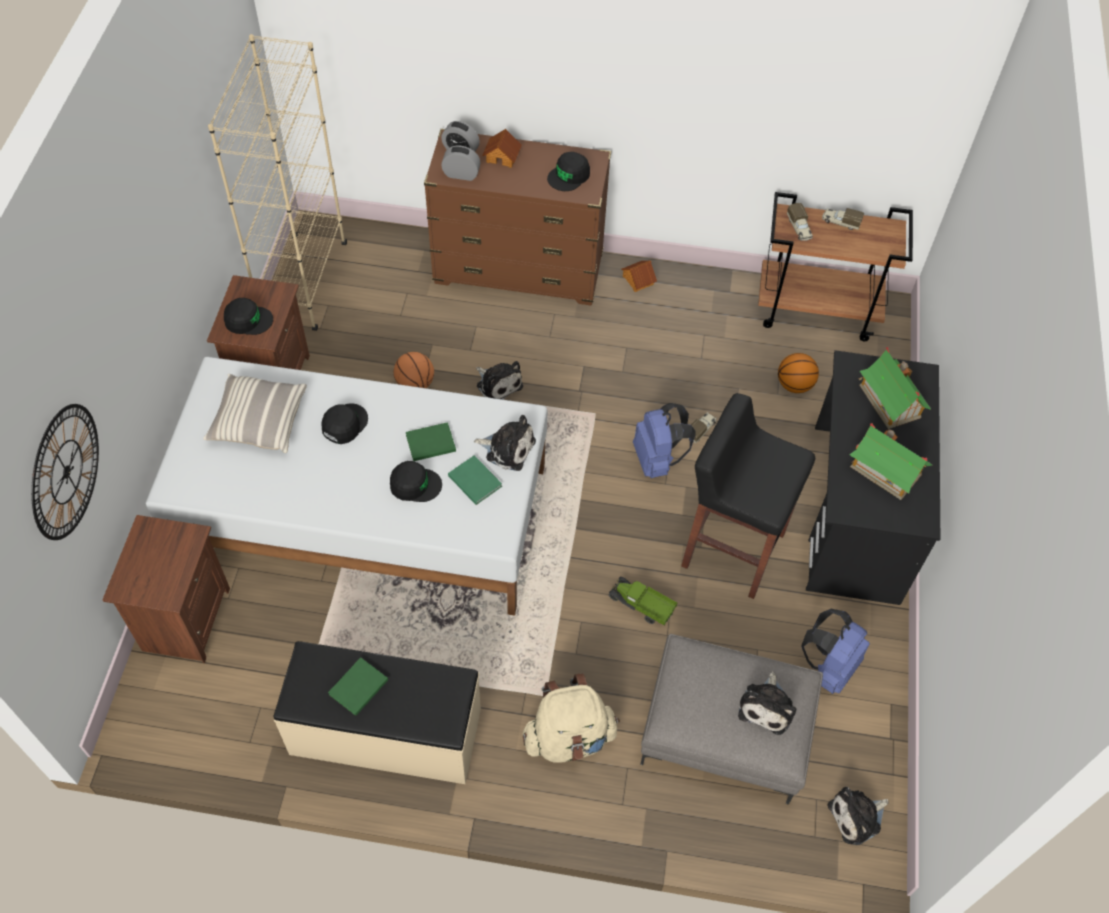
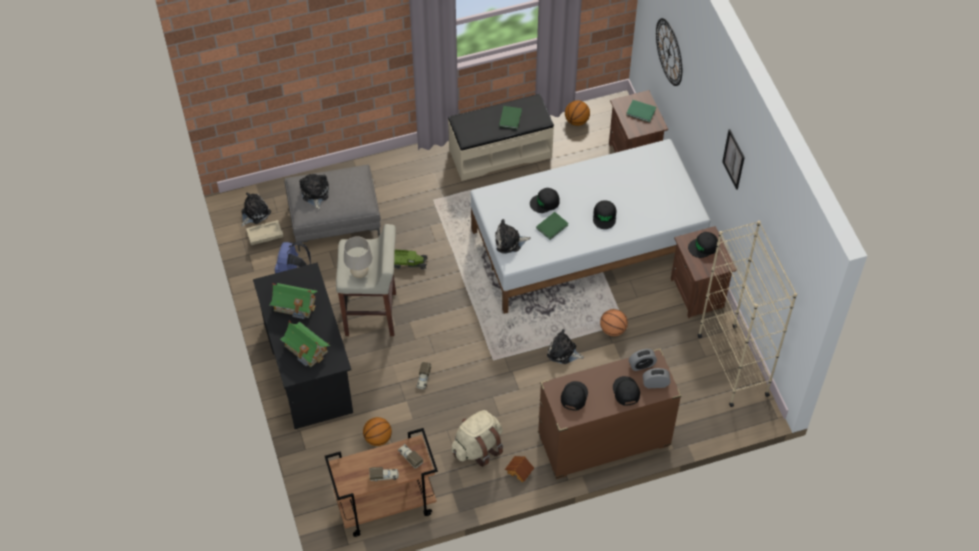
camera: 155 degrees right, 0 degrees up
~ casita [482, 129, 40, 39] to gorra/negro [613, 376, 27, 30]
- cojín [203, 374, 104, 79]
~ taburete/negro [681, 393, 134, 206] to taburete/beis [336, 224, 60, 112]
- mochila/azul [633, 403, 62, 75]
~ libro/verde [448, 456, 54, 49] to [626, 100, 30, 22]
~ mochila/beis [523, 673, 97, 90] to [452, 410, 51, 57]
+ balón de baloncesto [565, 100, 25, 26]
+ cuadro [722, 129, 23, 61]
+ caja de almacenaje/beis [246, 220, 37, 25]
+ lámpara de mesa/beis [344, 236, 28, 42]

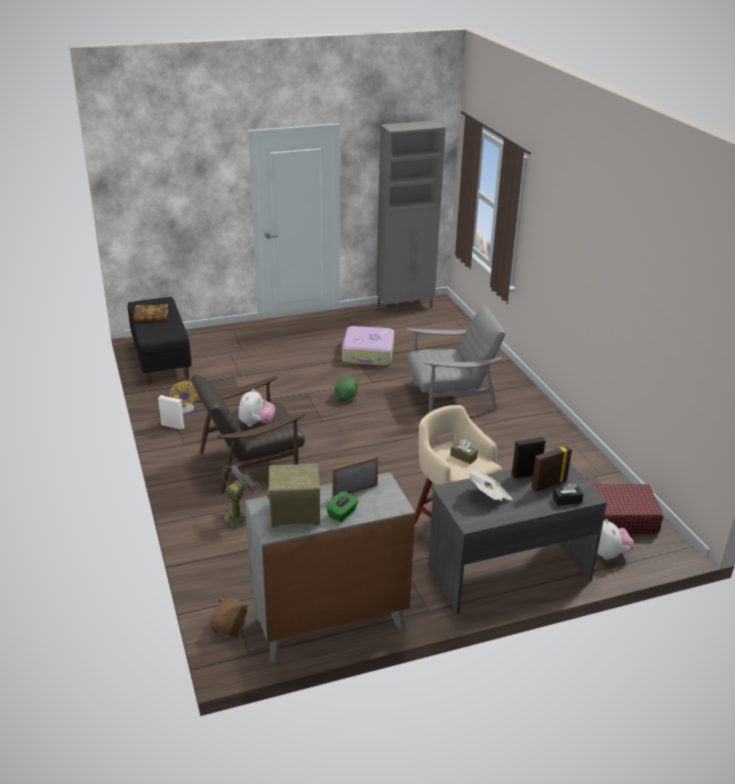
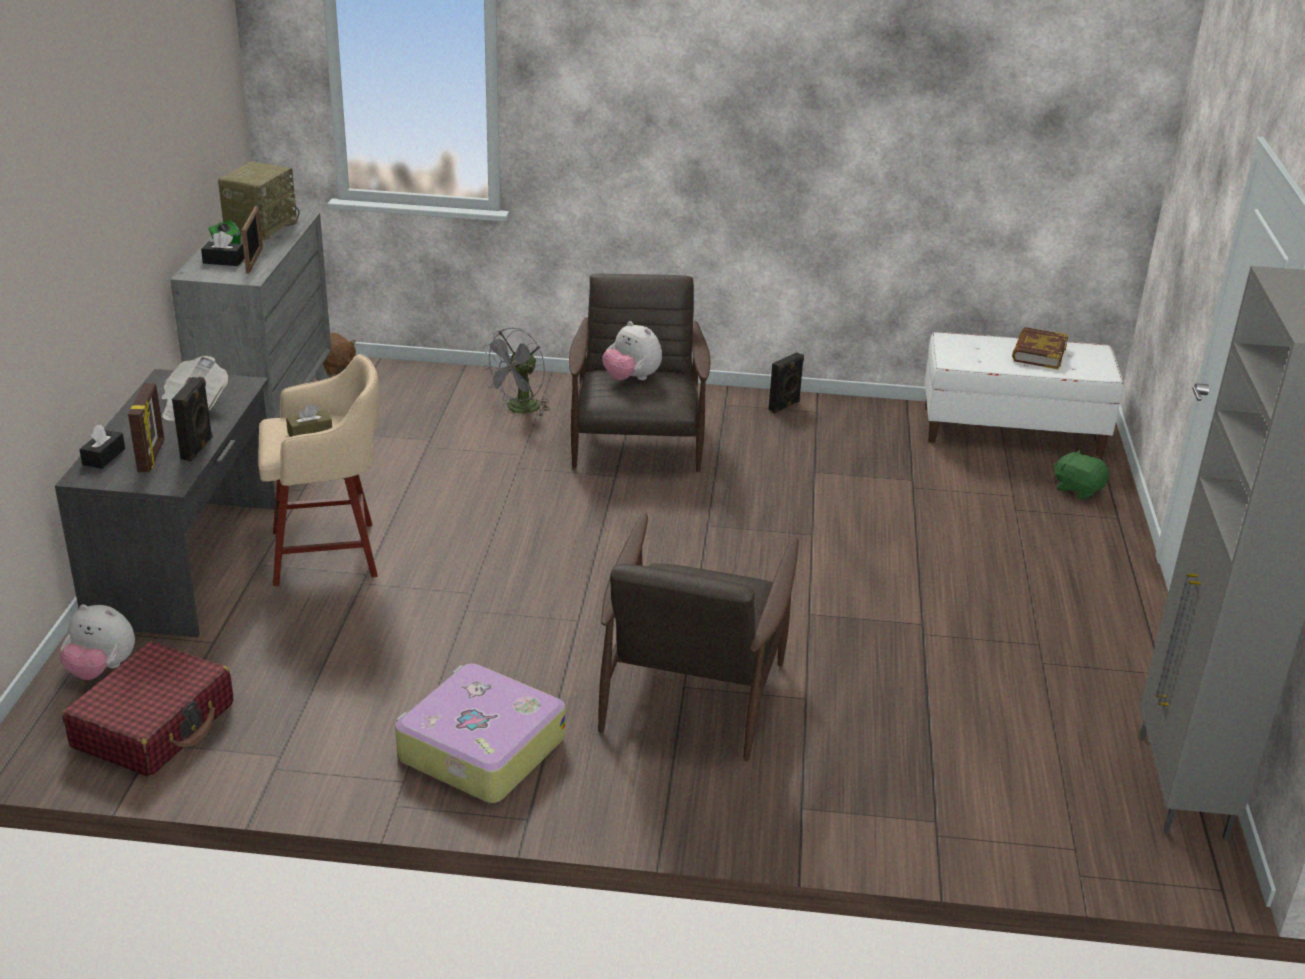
camera: 115 degrees right, 0 degrees up
~ banco/negro [128, 297, 64, 88] to banco/blanco [925, 332, 198, 125]
~ sillón/gris [406, 306, 99, 107] to sillón/marrón [598, 513, 201, 248]
~ maleta [342, 326, 52, 40] to [395, 663, 170, 140]
~ peluche/verde [333, 376, 25, 26] to [1054, 450, 55, 50]
- ventilador/amarillo [170, 381, 28, 33]
~ altavoz/blanco [158, 395, 26, 35] to altavoz/negro [768, 352, 36, 61]
~ ventilador/gris [218, 461, 47, 65] = [481, 327, 69, 90] 60 degrees clockwise
+ caja de pañuelos/negro [201, 231, 44, 35]

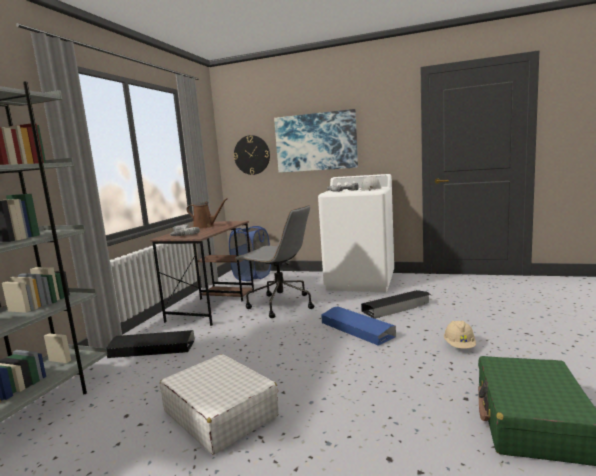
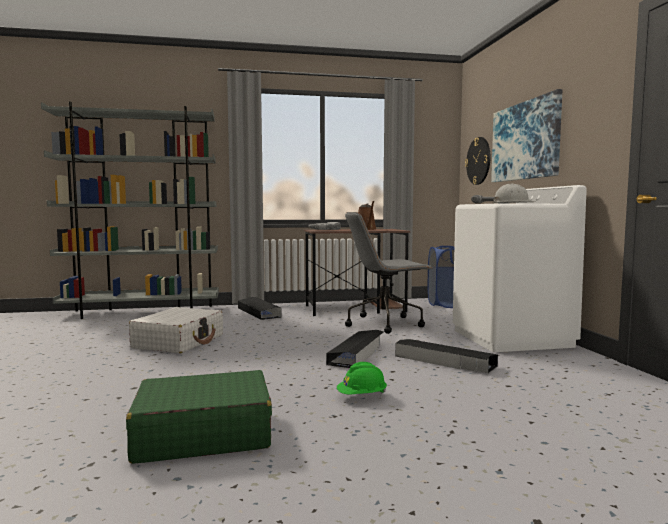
camera: 60 degrees right, 5 degrees down
~ silla de oficina/gris [234, 205, 80, 113] = [345, 212, 88, 122] 75 degrees clockwise
~ caja de almacenaje/azul [321, 307, 75, 39] to caja de almacenaje/negro [326, 330, 57, 38]
~ casco/beis [444, 321, 32, 28] to casco/verde [337, 362, 50, 32]

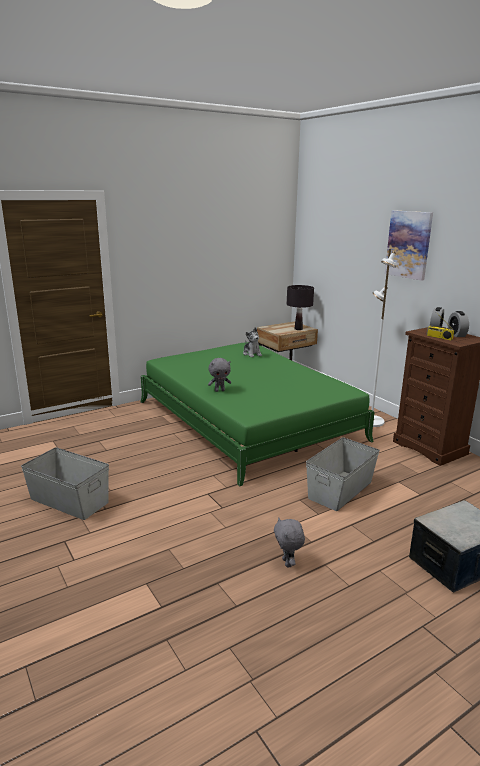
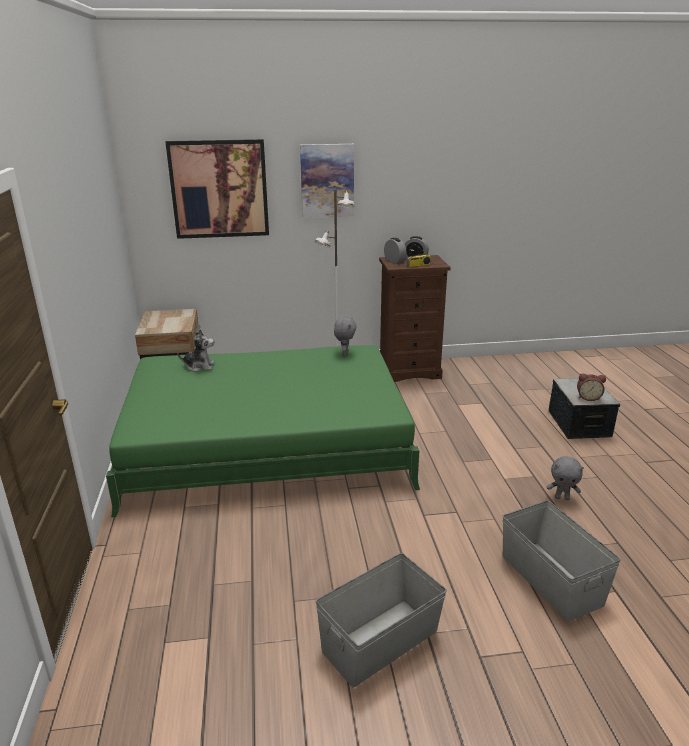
camera: 65 degrees left, 5 degrees up
- lámpara de mesa/negro [287, 285, 27, 45]
~ peluche/gris [208, 358, 23, 34] to [334, 317, 23, 39]
~ caja de almacenaje/gris [306, 437, 74, 74] to [502, 500, 119, 122]
+ cuadro [165, 139, 104, 100]
+ despertador [577, 374, 29, 27]

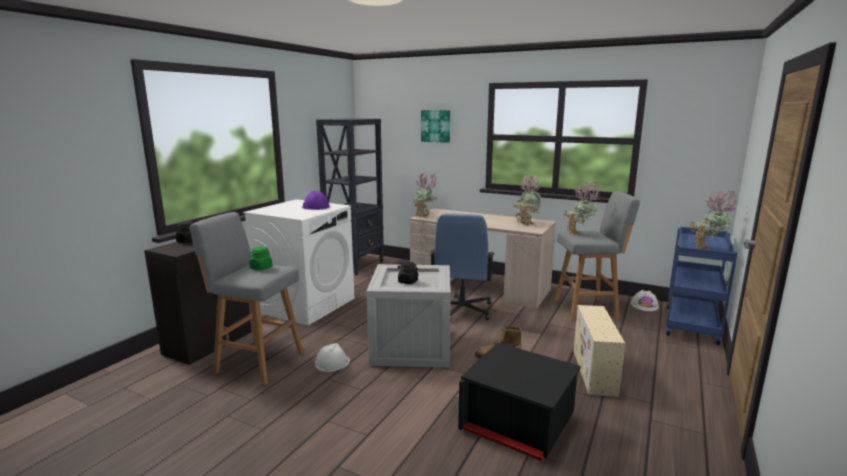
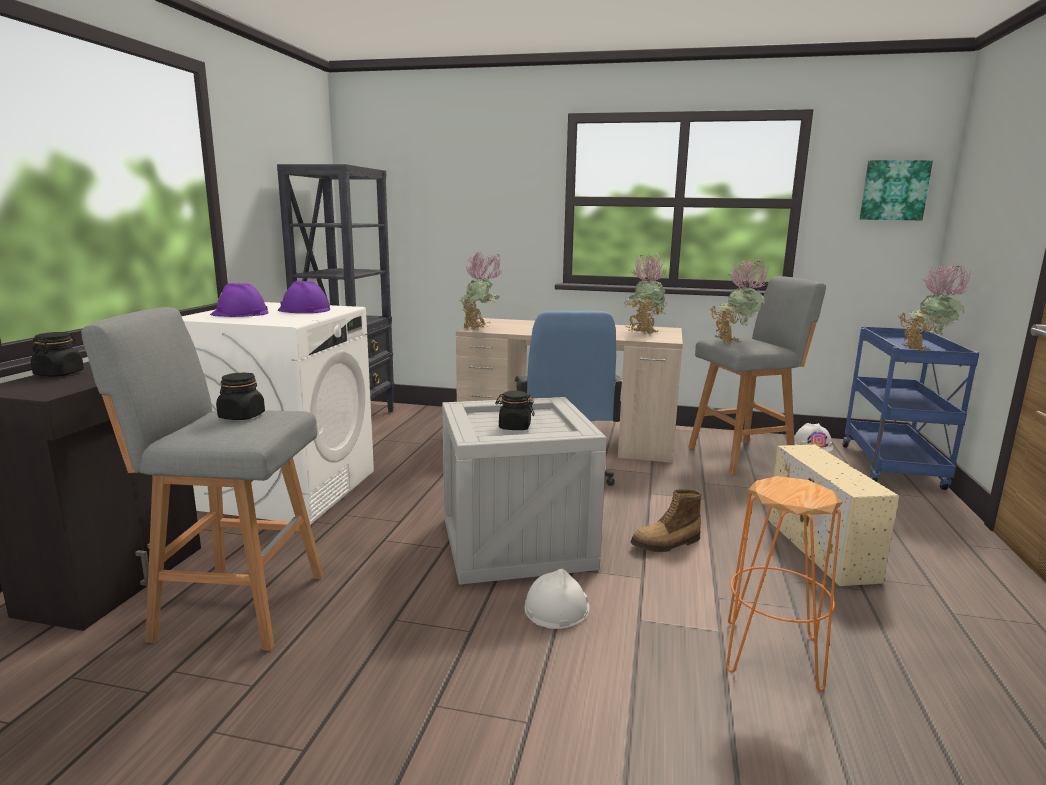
camera: 15 degrees left, 0 degrees up
~ cuadro [421, 110, 29, 33] to [860, 160, 73, 60]
~ tarro/verde [249, 246, 24, 24] to tarro/negro [216, 373, 49, 47]
~ casco/blanco [315, 343, 35, 29] to [525, 569, 65, 60]
~ caja de almacenaje/negro [458, 343, 123, 118] to taburete/naranja [726, 476, 117, 216]
+ casco/morado [210, 283, 59, 34]

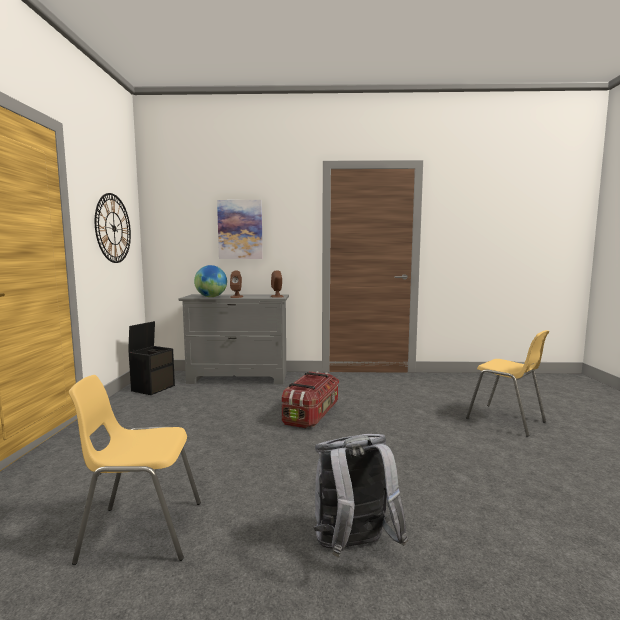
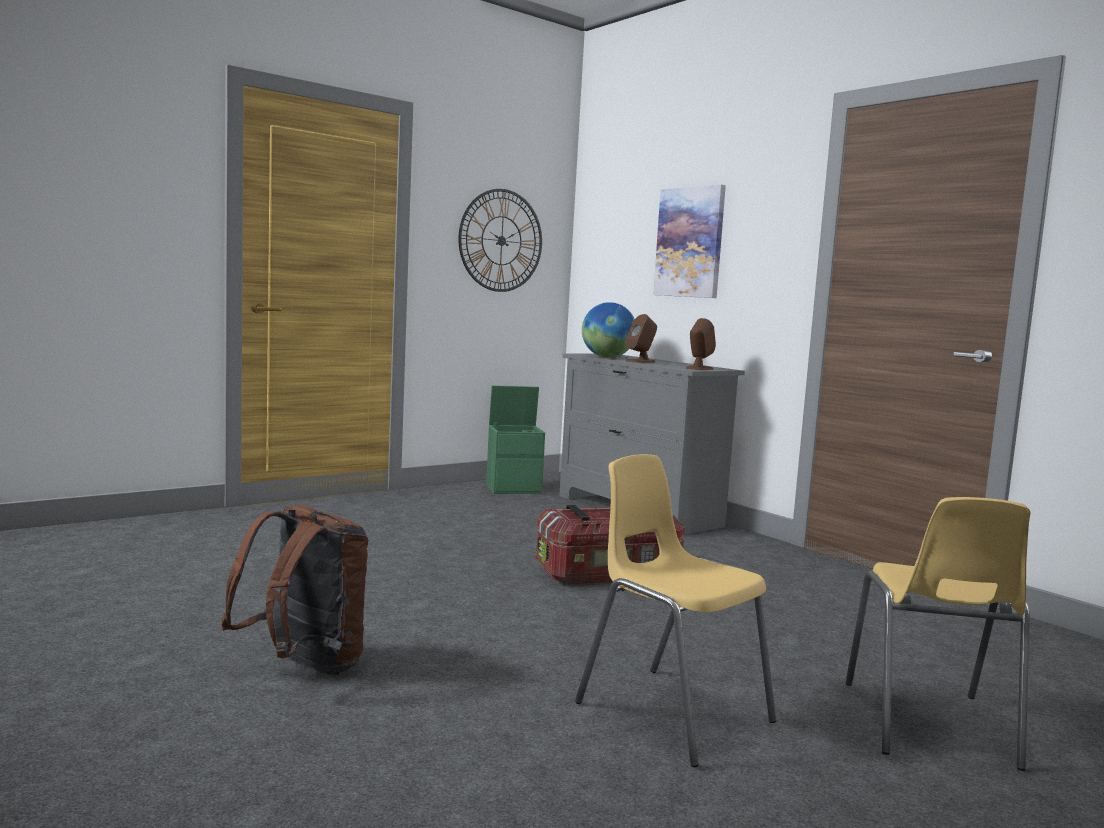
camera: 50 degrees right, 0 degrees up
~ caja de almacenaje/negro [128, 321, 47, 74] to caja de almacenaje/verde [486, 385, 59, 109]
~ silla/amarillo [69, 375, 132, 190] to [575, 454, 201, 313]
~ mochila/gris [313, 434, 95, 123] to mochila/marrón [221, 505, 148, 170]

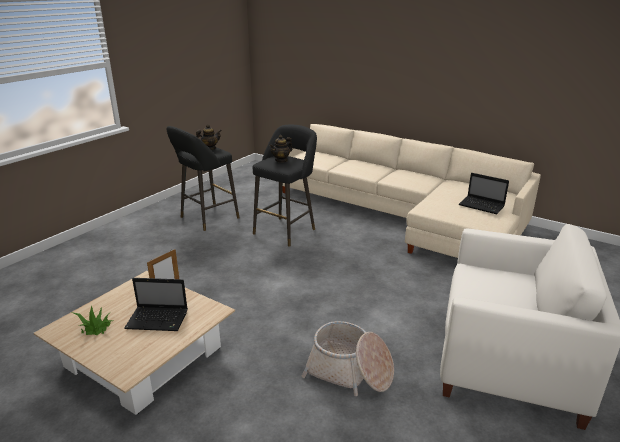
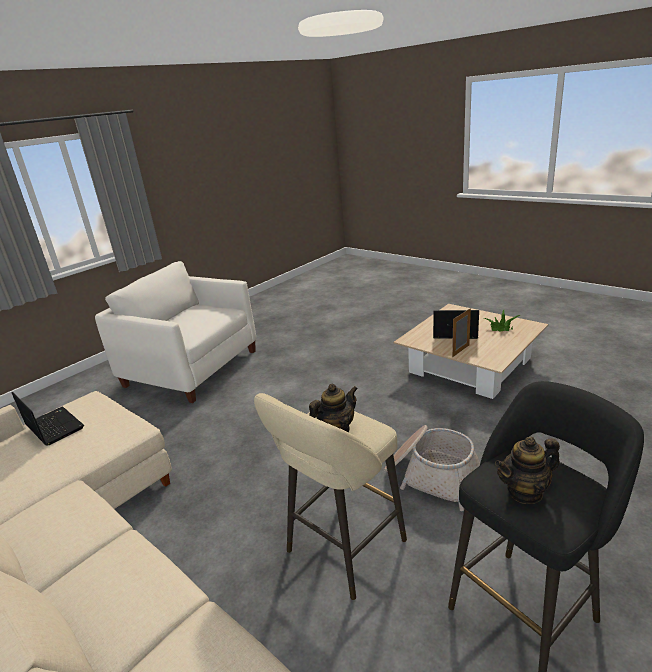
camera: 170 degrees left, 0 degrees up
~ taburete/negro [253, 125, 64, 122] to taburete/beis [254, 393, 153, 207]
~ cesta [302, 321, 92, 75] to [385, 425, 96, 86]

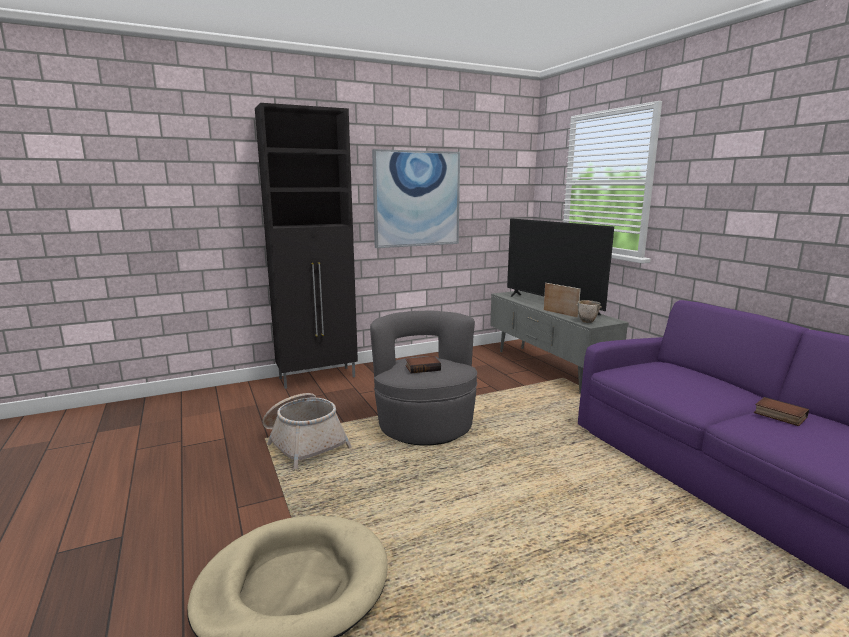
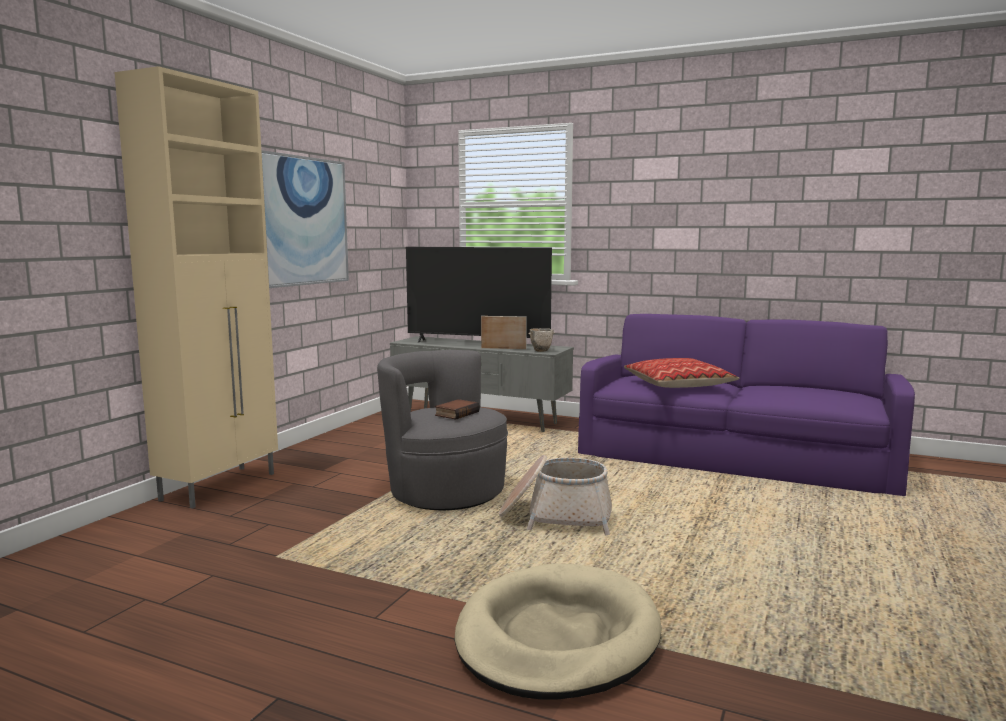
camera: 40 degrees left, 5 degrees down
~ armario/negro [255, 103, 103, 286] to armario/beis [114, 66, 164, 443]
~ cesta [263, 393, 89, 76] to [499, 455, 113, 80]
- libro [754, 397, 55, 29]
+ cojín [624, 358, 116, 30]

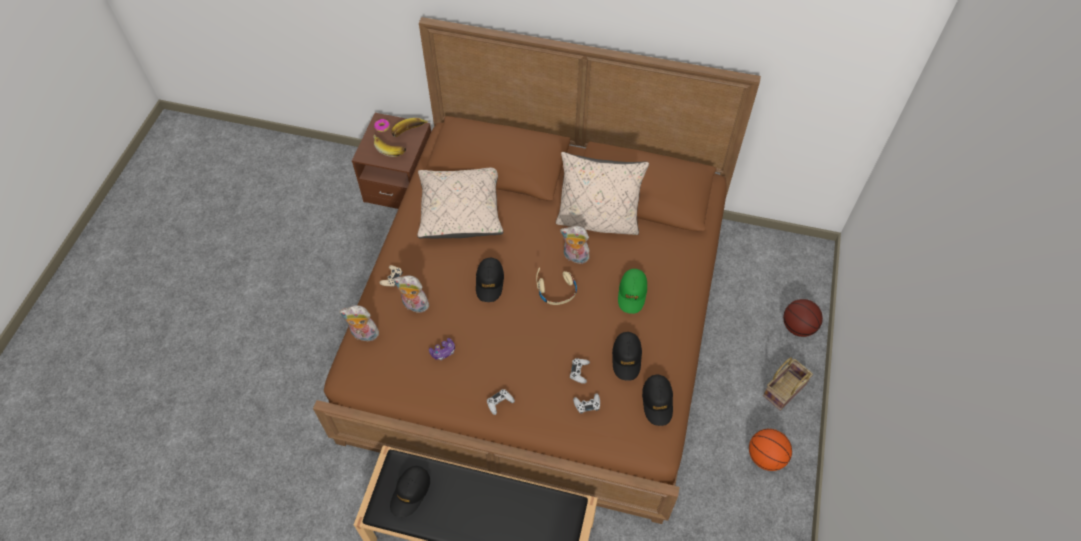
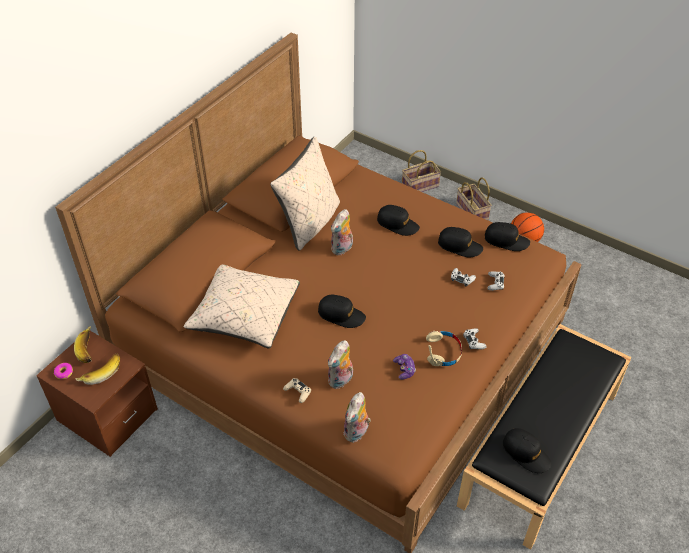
camera: 70 degrees left, 10 degrees down
~ auriculares/beis [536, 268, 41, 37] to [426, 331, 36, 35]
~ gorra/verde [618, 269, 29, 45] to gorra/negro [377, 205, 43, 31]
~ balón de baloncesto [783, 299, 40, 38] to cesta [402, 150, 39, 42]

